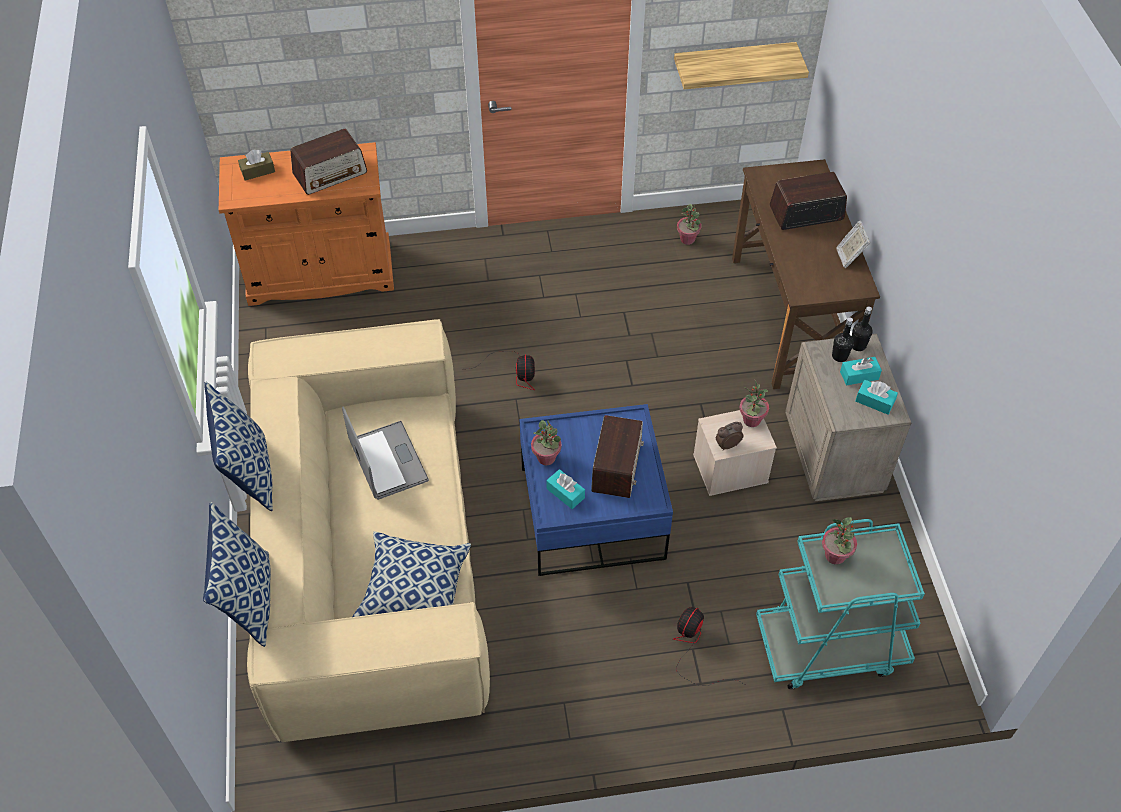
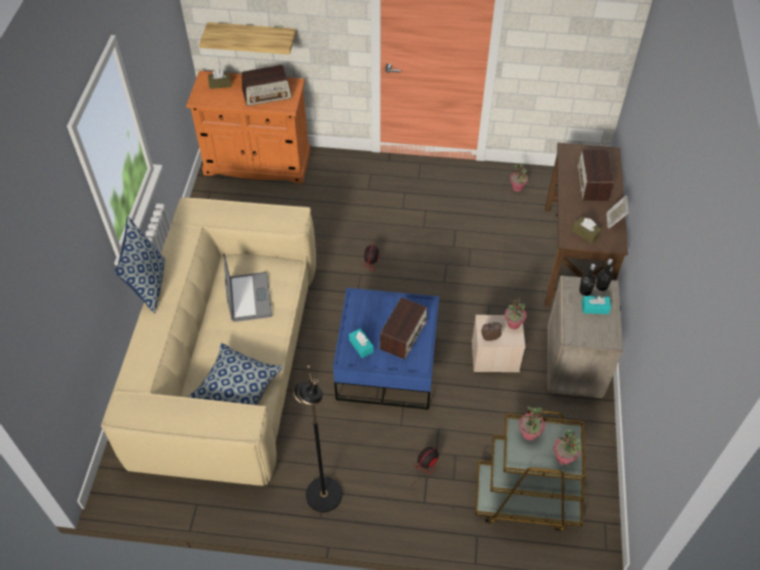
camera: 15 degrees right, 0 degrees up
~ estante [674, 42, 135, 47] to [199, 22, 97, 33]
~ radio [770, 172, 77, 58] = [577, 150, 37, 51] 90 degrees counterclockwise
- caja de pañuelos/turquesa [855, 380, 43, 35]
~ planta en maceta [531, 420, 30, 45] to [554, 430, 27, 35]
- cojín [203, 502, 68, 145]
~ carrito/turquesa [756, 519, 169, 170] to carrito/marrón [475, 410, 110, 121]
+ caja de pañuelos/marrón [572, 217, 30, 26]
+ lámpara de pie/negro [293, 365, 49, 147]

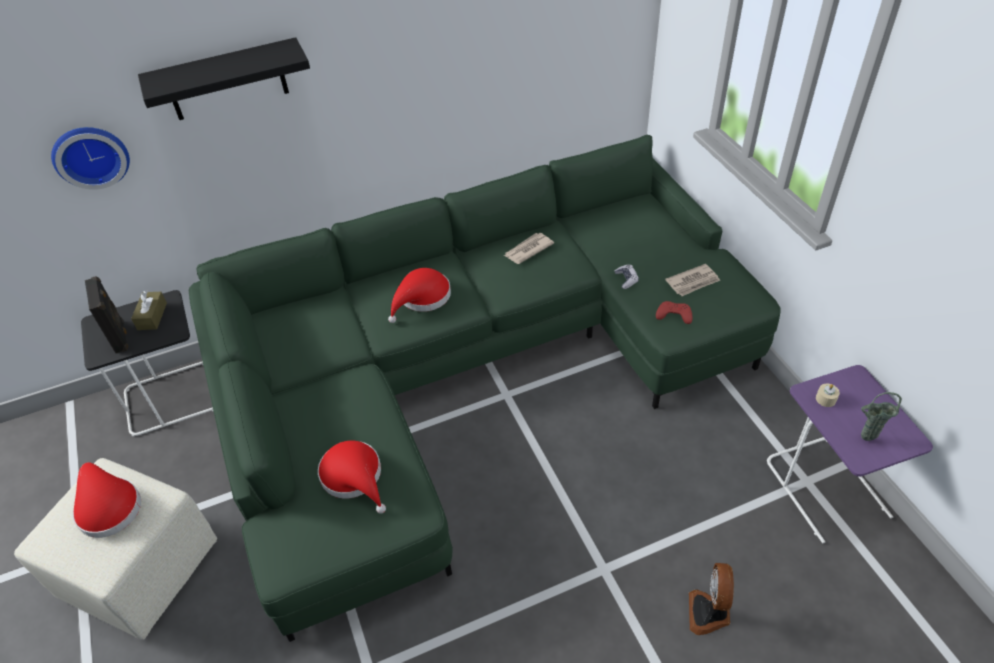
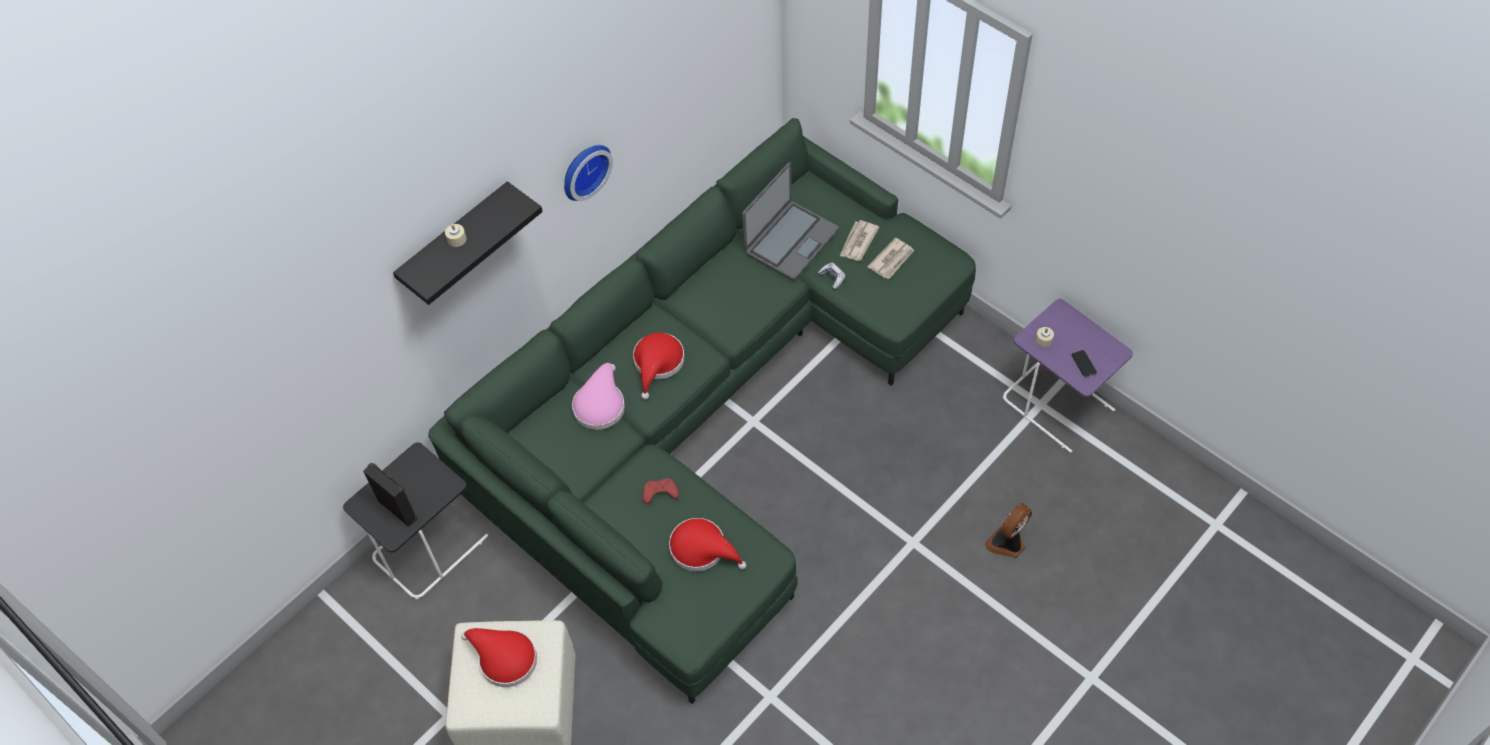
camera: 25 degrees left, 10 degrees up
~ reloj de pared [51, 127, 79, 63] to [564, 145, 49, 56]
~ periódico [504, 233, 50, 31] to [840, 220, 40, 41]
- caja de pañuelos/marrón [131, 290, 36, 40]
~ mando de consola/rojo [656, 301, 37, 23] to [643, 478, 36, 26]
~ florero/verde [861, 392, 41, 49] to móvil [1071, 350, 26, 28]
~ ventilador [689, 563, 45, 72] = [985, 503, 47, 55] 60 degrees clockwise
+ portátil [742, 162, 97, 118]
+ vela/beis [445, 224, 22, 23]
+ sombrero/rosa [572, 363, 53, 67]

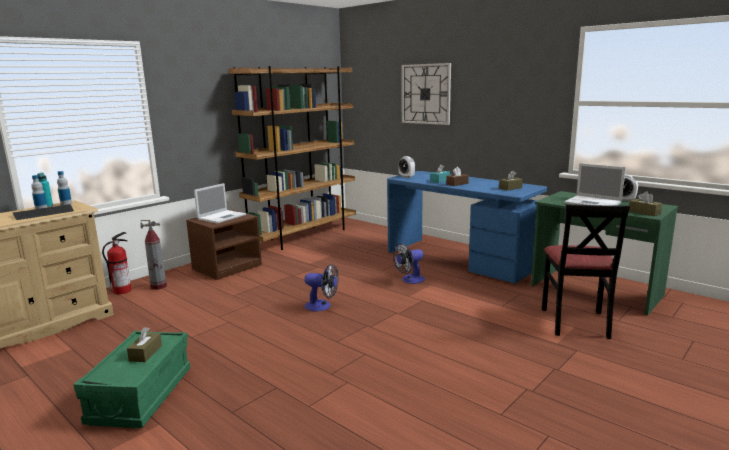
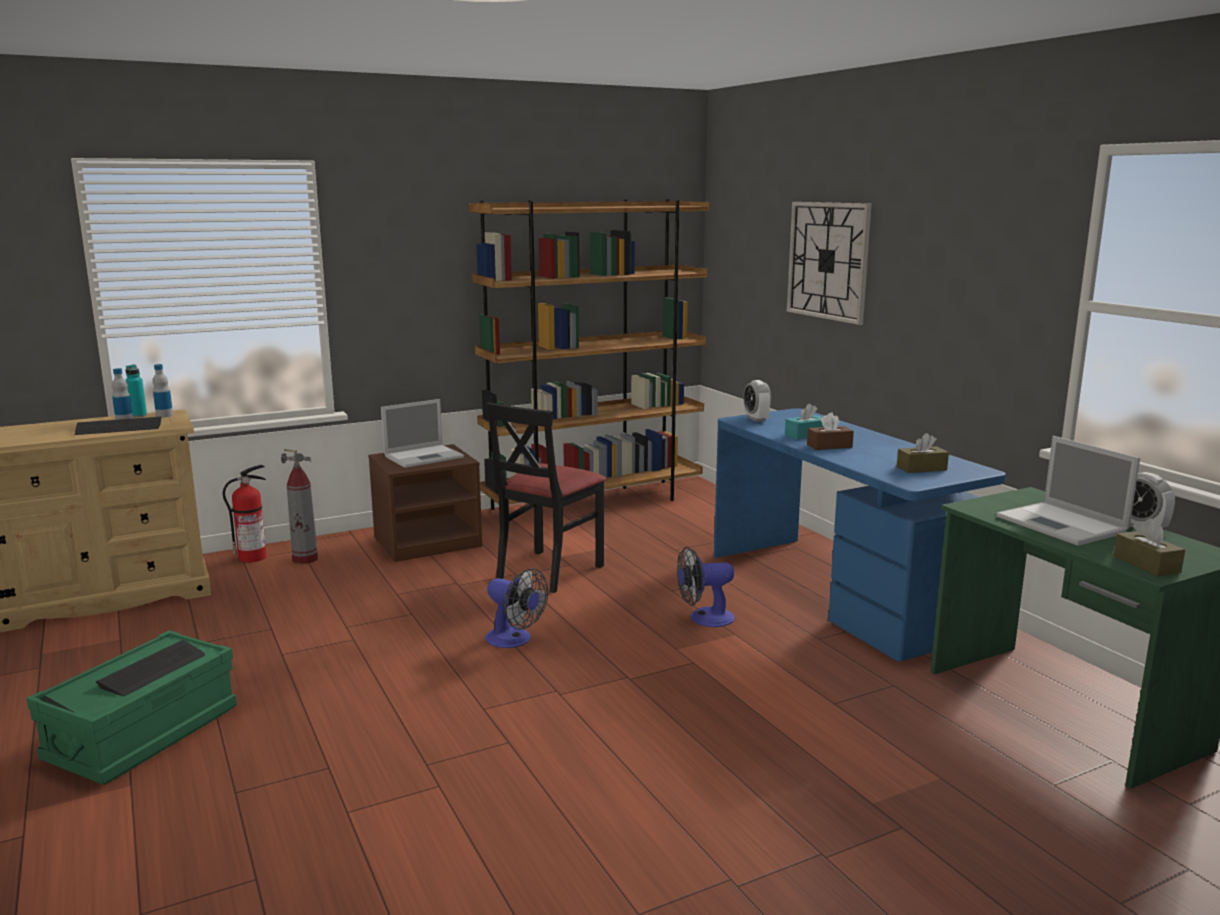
camera: 20 degrees right, 0 degrees up
~ silla/negro [542, 204, 88, 135] to [486, 402, 120, 191]
~ caja de pañuelos/marrón [127, 327, 35, 35] to teclado [96, 640, 109, 56]

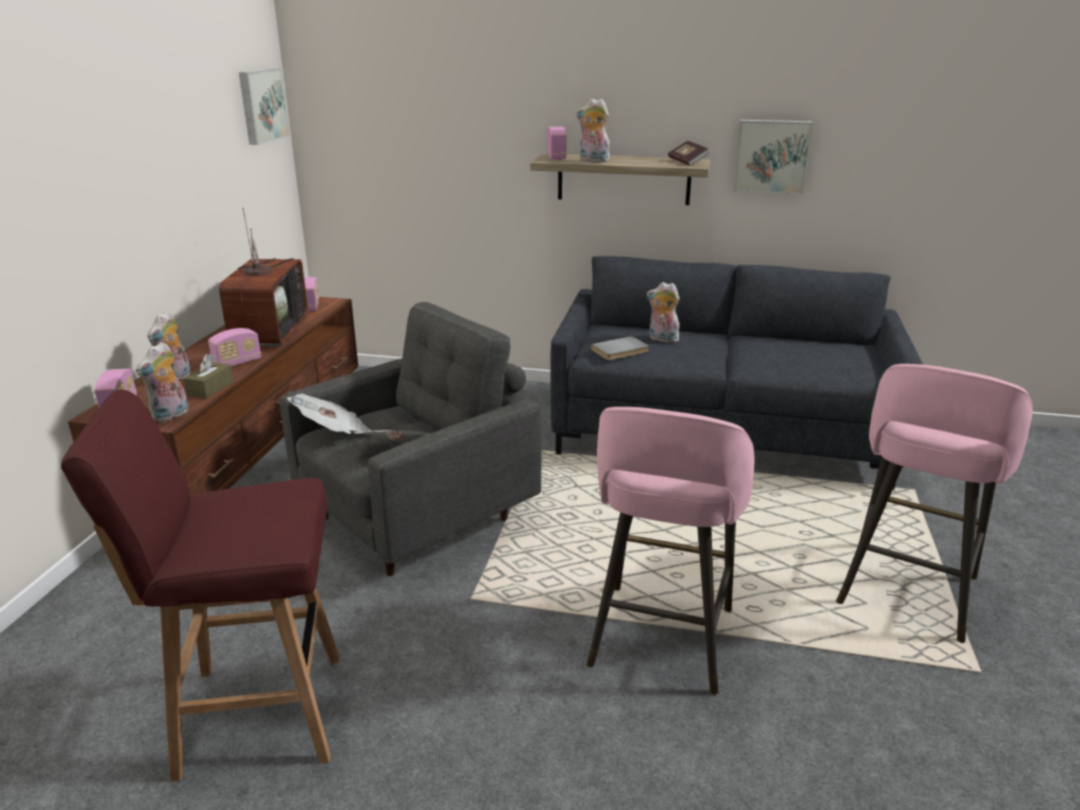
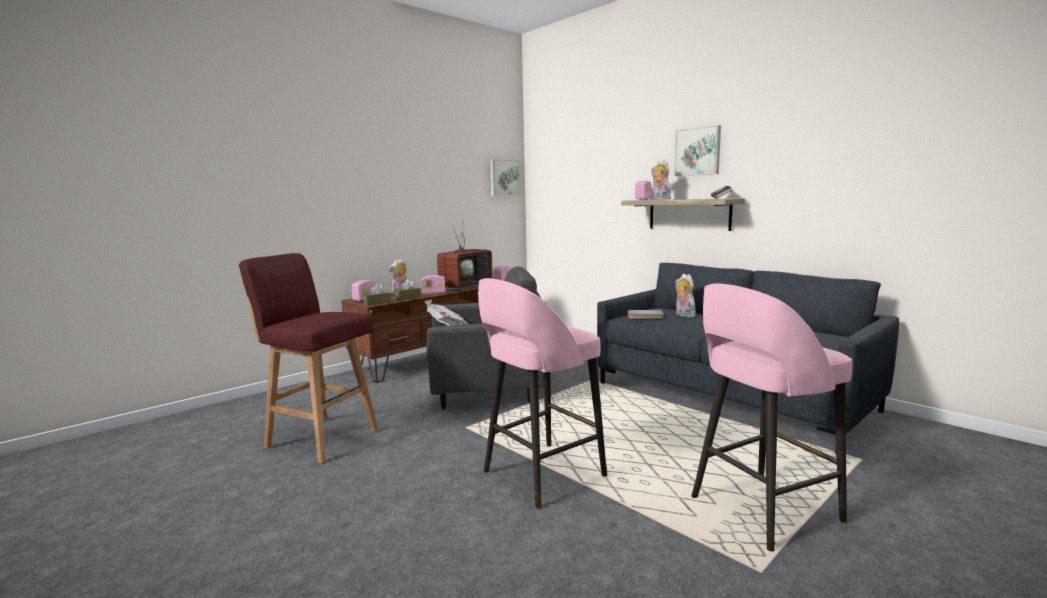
camera: 35 degrees right, 15 degrees down
~ cuadro [733, 120, 80, 74] to [674, 125, 47, 51]
~ peluche [136, 342, 52, 81] to caja de pañuelos/marrón [363, 283, 28, 23]

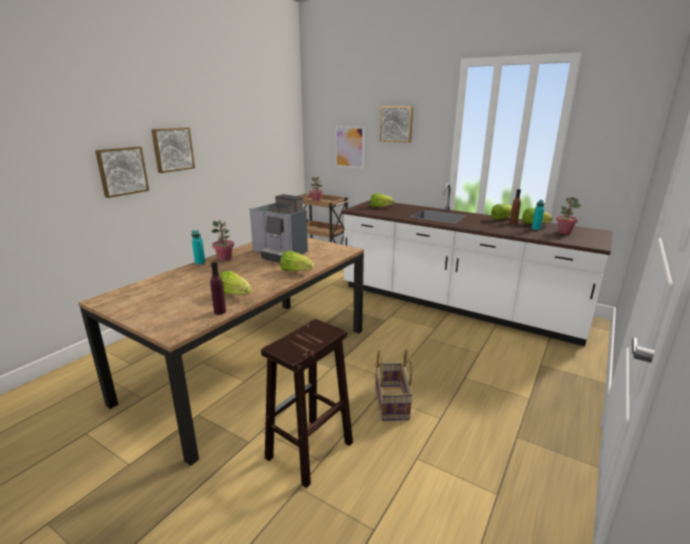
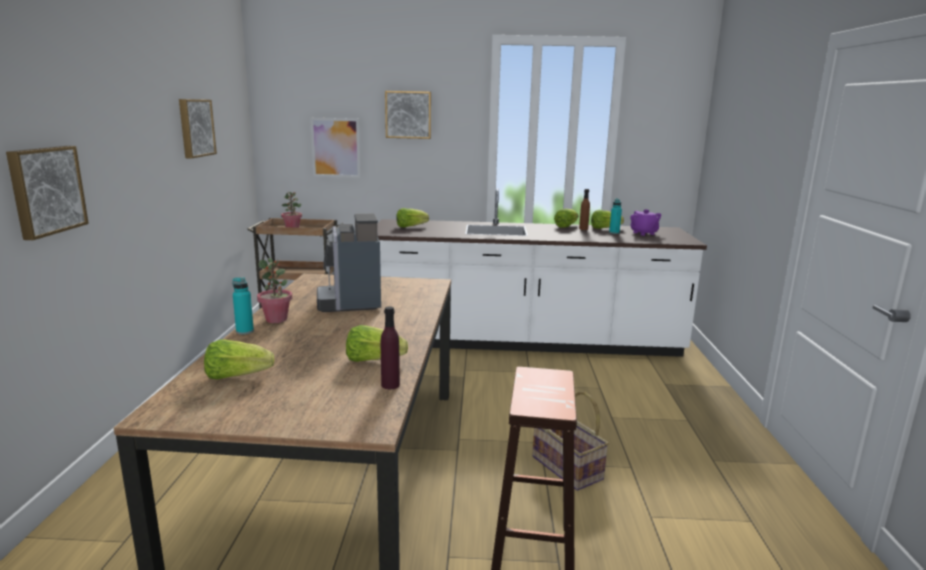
camera: 30 degrees left, 5 degrees down
~ cuadro [151, 127, 44, 46] to [179, 99, 38, 60]
~ cafetera [250, 194, 58, 69] = [317, 214, 64, 98] 75 degrees clockwise
~ planta en maceta [556, 197, 25, 38] to tetera/morado [630, 210, 31, 26]
~ lechuga [280, 251, 34, 20] to [204, 339, 70, 41]

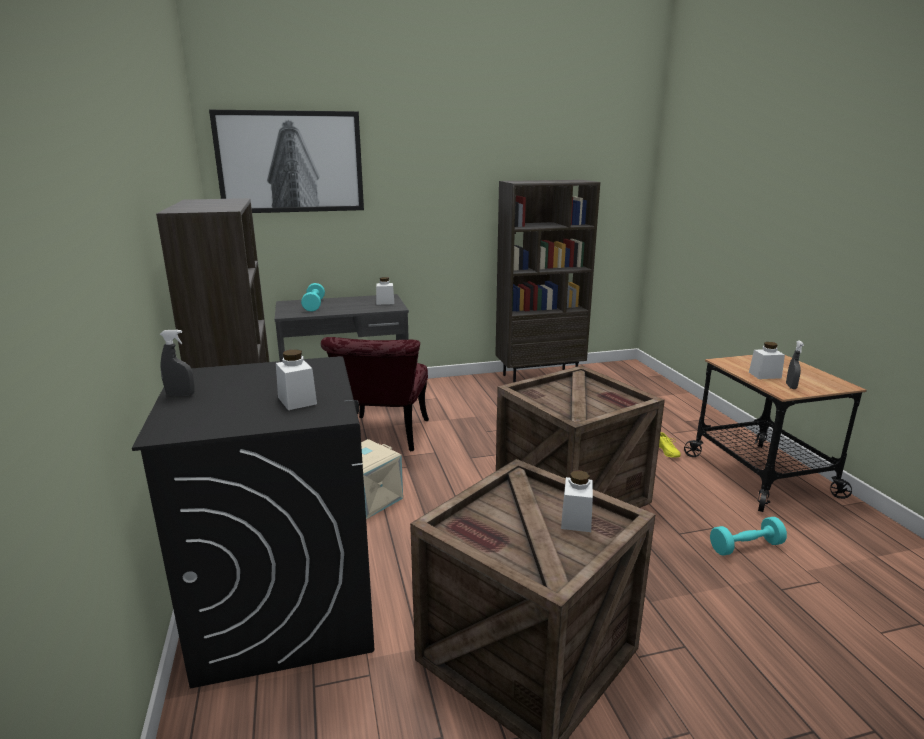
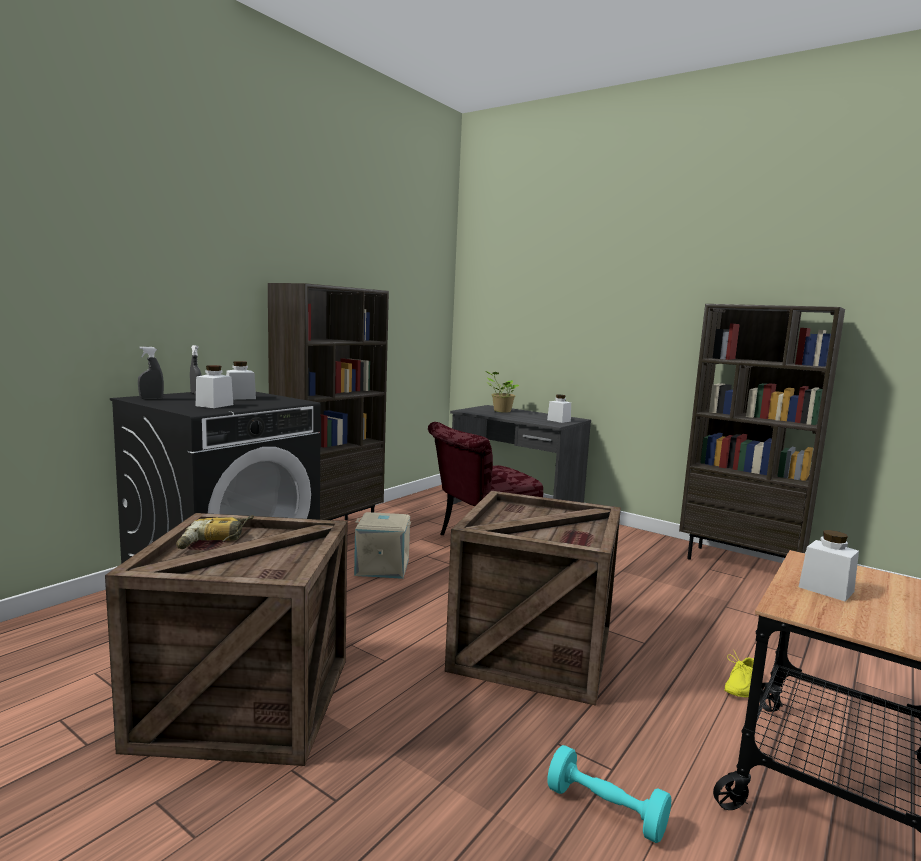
camera: 50 degrees right, 10 degrees down
- cuadro [209, 110, 155, 103]
~ mancuerna/turquesa [301, 283, 24, 29] to planta en maceta [486, 371, 33, 42]
~ pulverizador/gris [786, 340, 18, 49] to [138, 347, 26, 53]
~ tarro/blanco [561, 470, 32, 62] to [226, 361, 30, 39]
+ taladro [176, 515, 78, 34]

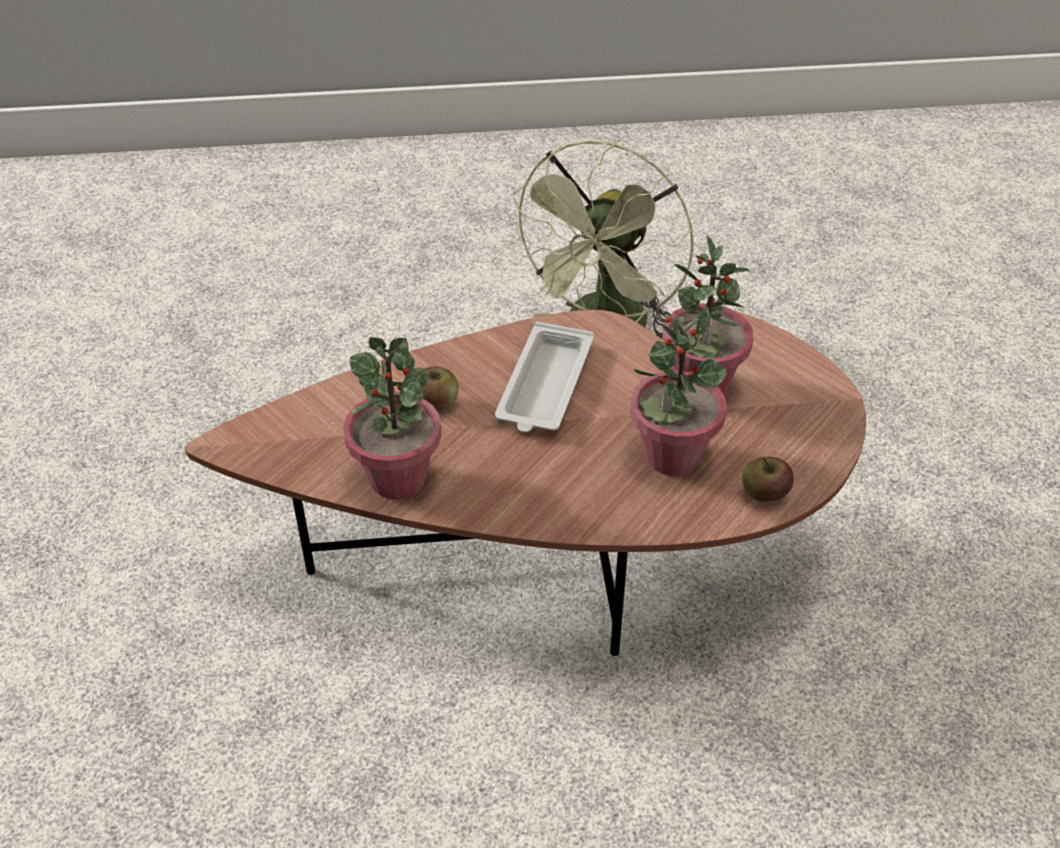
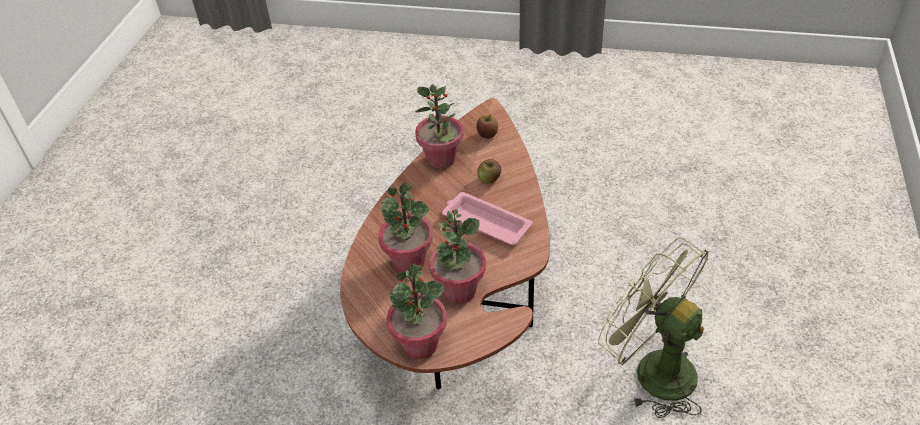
camera: 110 degrees right, 0 degrees up
~ bandeja/blanco [495, 322, 99, 110] to bandeja/rosa [442, 192, 90, 53]
~ manzana [742, 457, 52, 45] to [476, 115, 22, 24]
+ planta en maceta [387, 263, 60, 96]

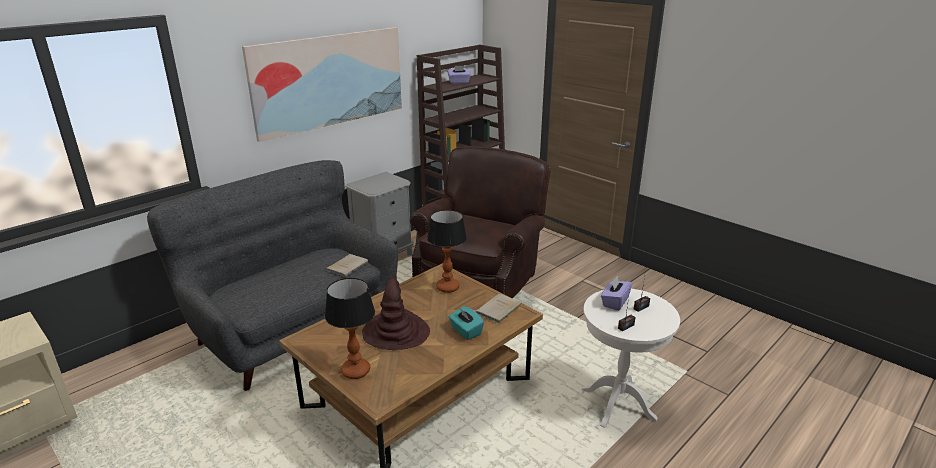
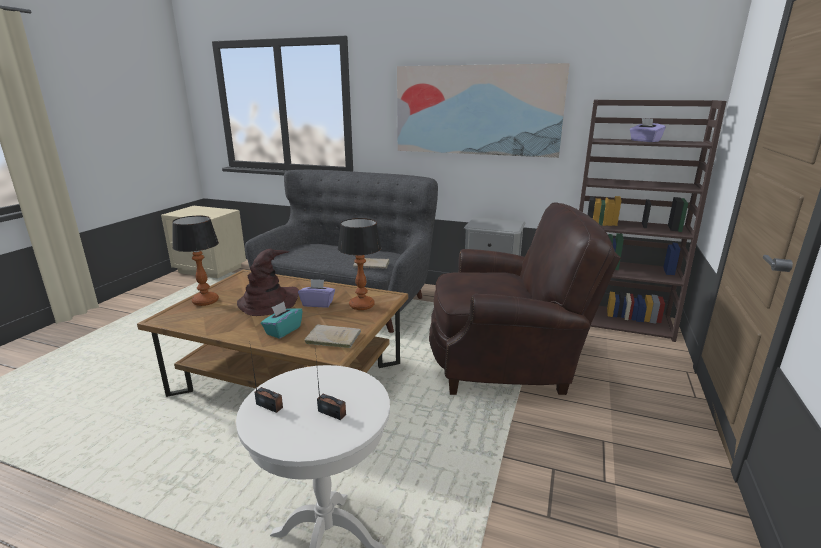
camera: 65 degrees right, 5 degrees down
~ caja de pañuelos/morado [601, 276, 31, 35] to [298, 279, 37, 29]

